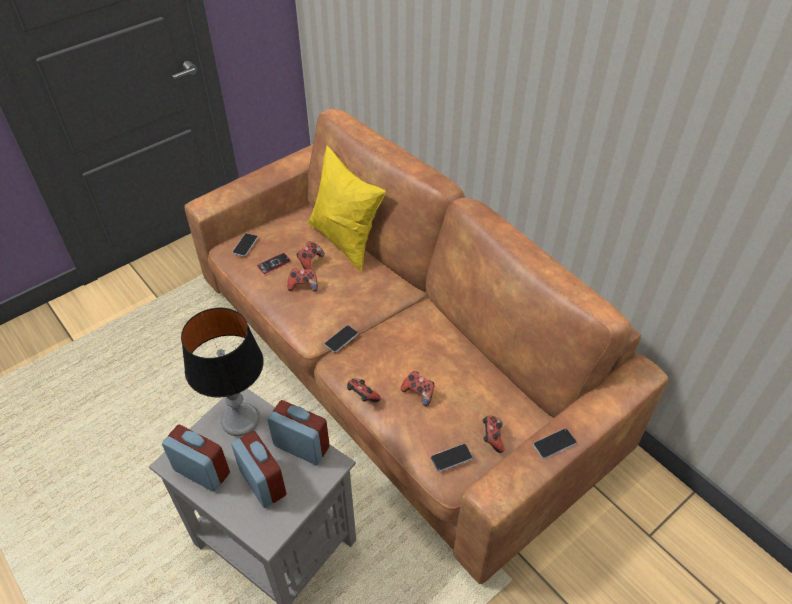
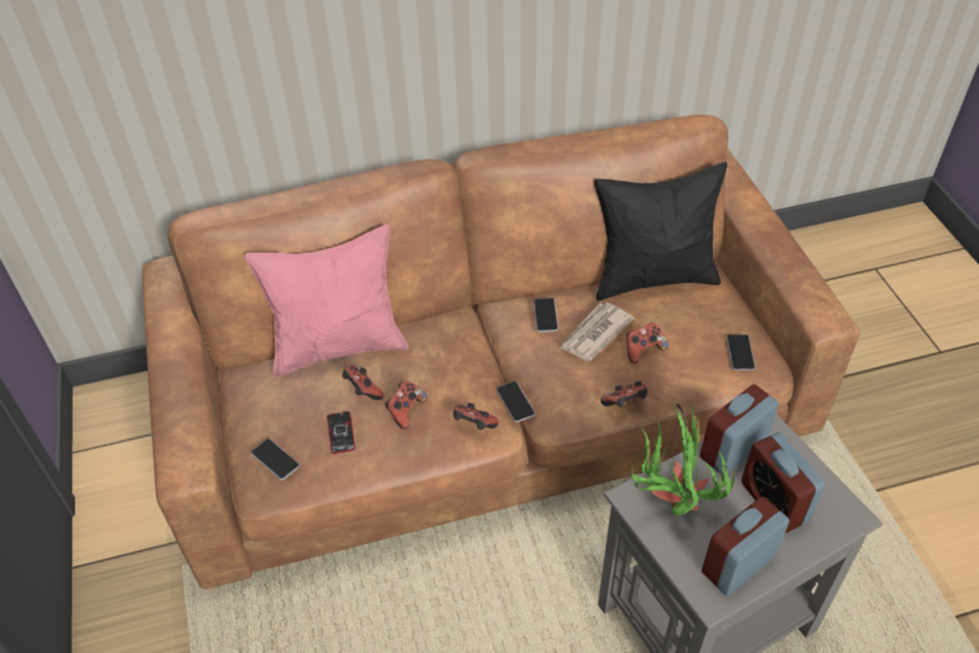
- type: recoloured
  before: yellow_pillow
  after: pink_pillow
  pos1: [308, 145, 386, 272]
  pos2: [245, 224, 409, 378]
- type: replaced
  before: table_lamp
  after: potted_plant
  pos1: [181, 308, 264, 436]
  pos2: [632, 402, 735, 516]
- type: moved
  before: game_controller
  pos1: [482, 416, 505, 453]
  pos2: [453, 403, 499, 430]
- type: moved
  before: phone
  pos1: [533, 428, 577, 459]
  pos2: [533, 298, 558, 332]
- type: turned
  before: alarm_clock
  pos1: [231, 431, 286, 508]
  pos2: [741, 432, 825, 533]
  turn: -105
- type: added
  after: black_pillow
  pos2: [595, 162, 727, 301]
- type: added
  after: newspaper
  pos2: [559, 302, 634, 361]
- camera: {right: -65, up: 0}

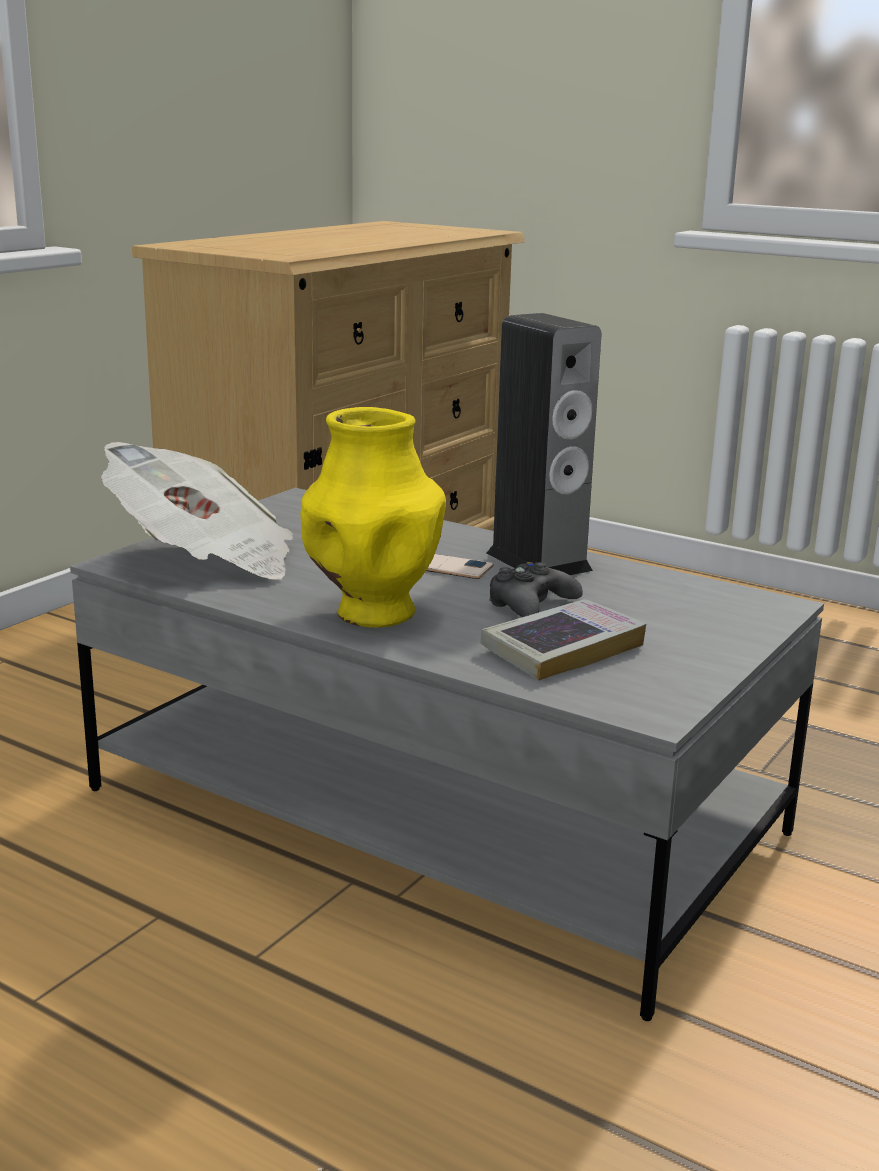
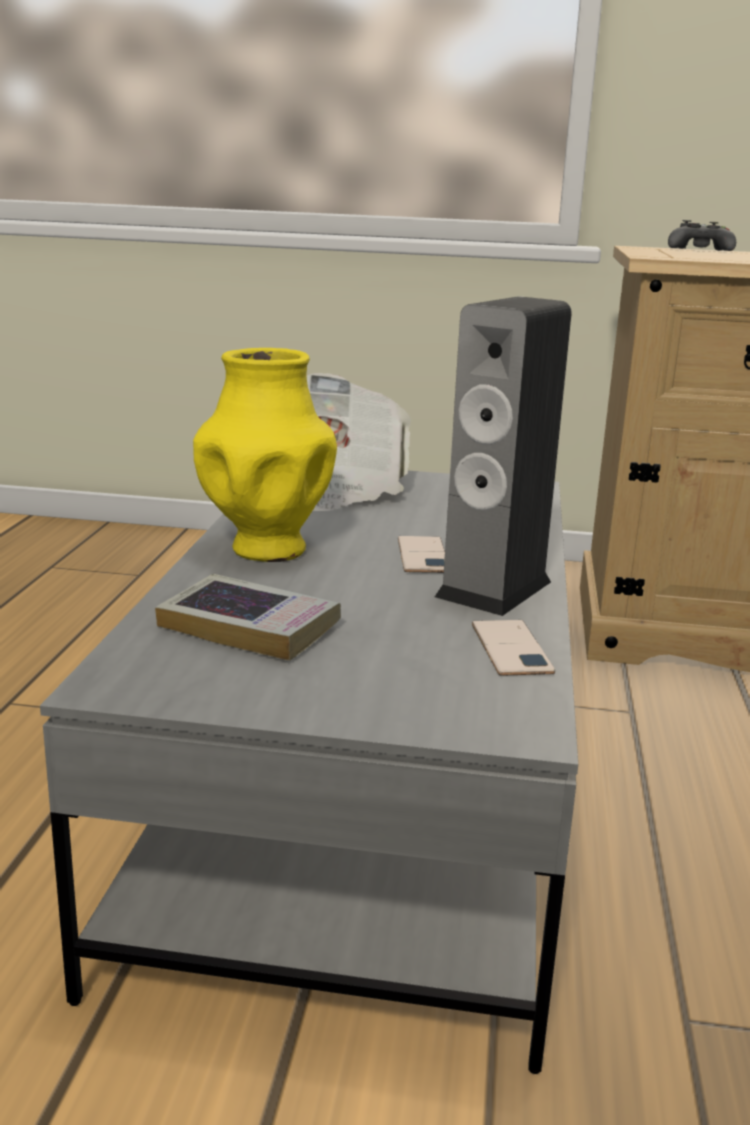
- type: moved
  before: black_game_controller
  pos1: [489, 562, 583, 617]
  pos2: [668, 220, 736, 251]
- type: added
  after: phone
  pos2: [472, 620, 555, 676]
- camera: {right: 65, up: 0}

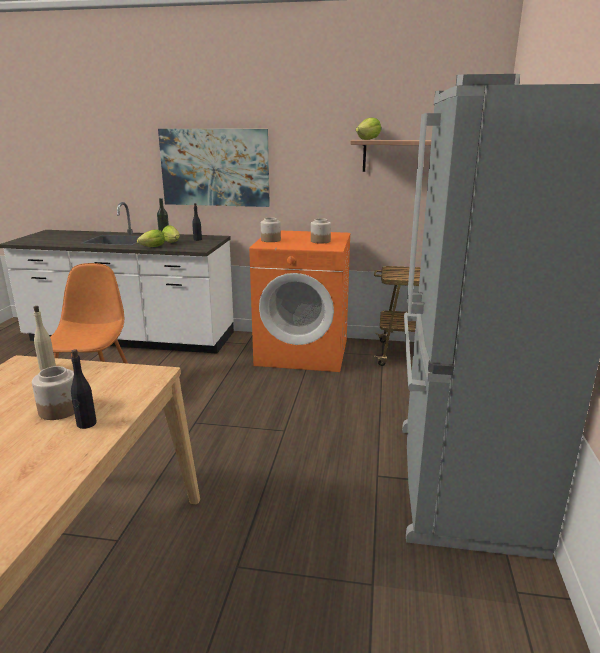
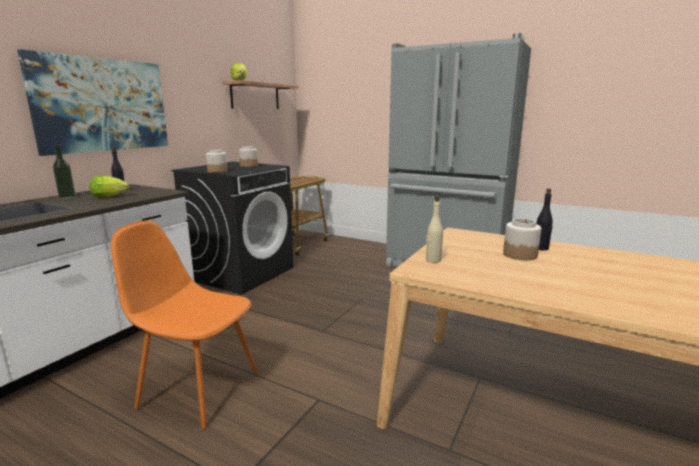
- type: removed
  before: lettuce
  pos1: [137, 229, 165, 247]
- type: recoloured
  before: orange_washing_machine
  after: black_washing_machine
  pos1: [249, 231, 351, 372]
  pos2: [171, 162, 294, 295]
- camera: {right: -70, up: -5}

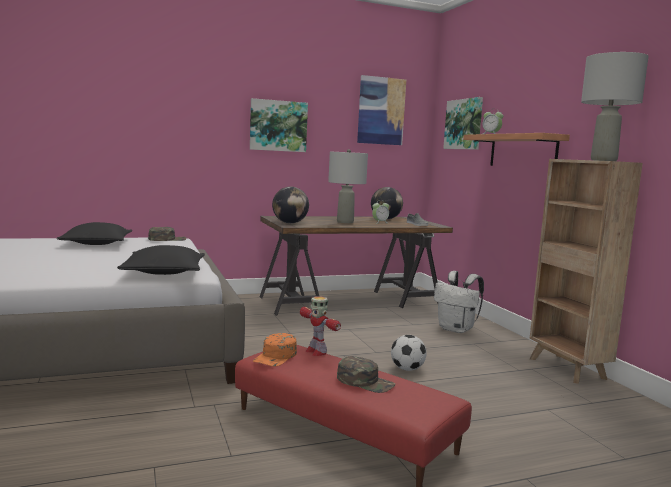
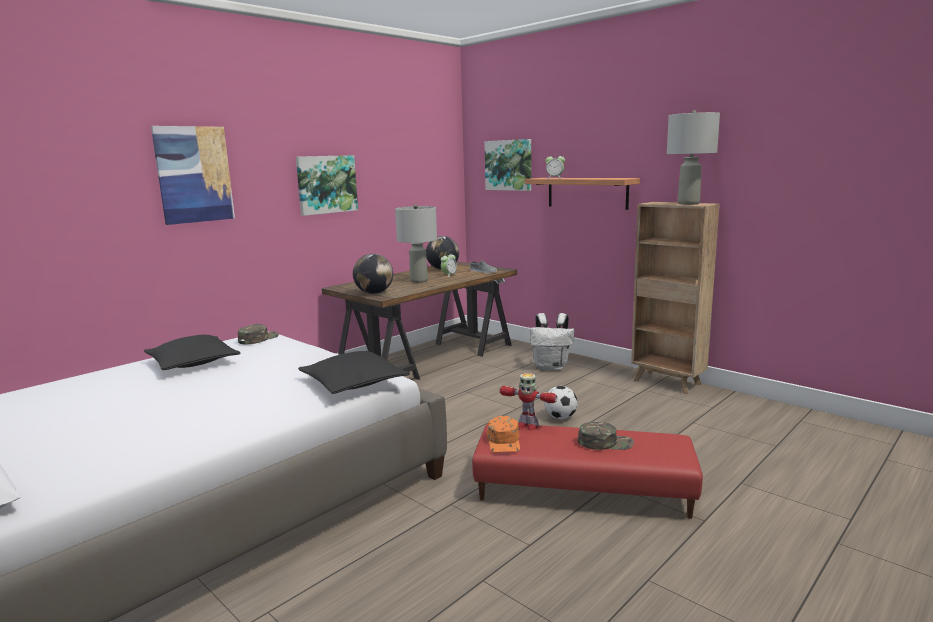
- type: moved
  before: picture
  pos1: [357, 75, 406, 145]
  pos2: [151, 126, 235, 225]
- camera: {right: -25, up: 5}

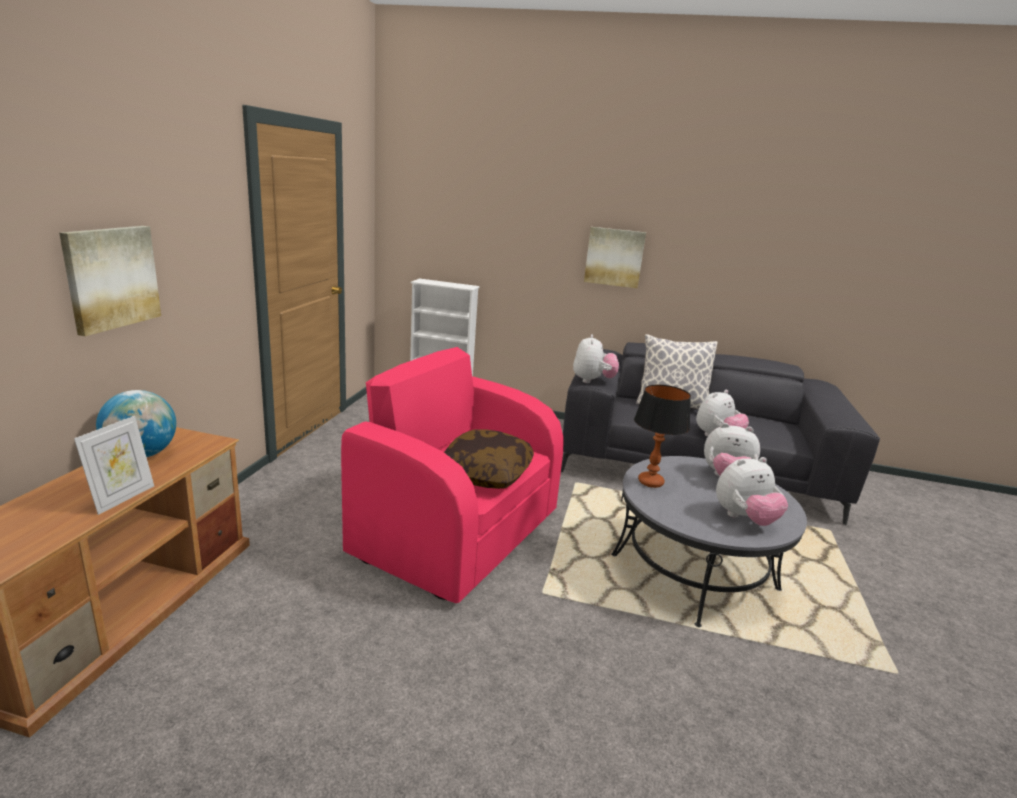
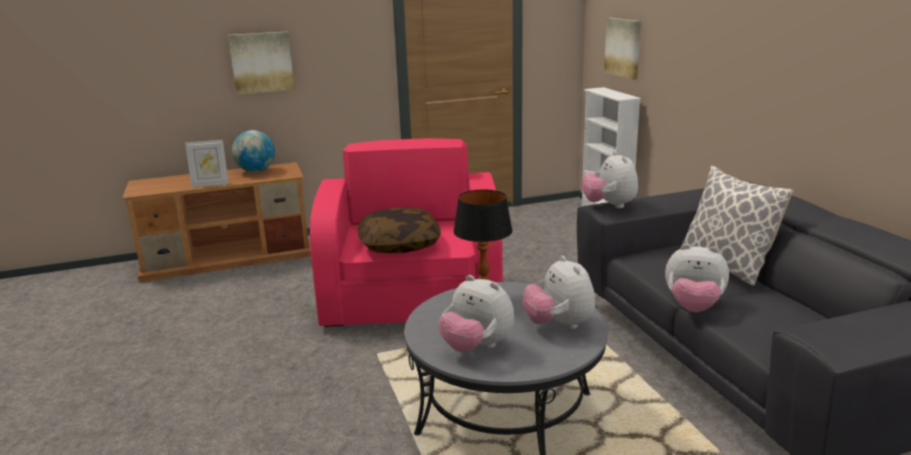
- type: moved
  before: picture
  pos1: [584, 227, 646, 288]
  pos2: [604, 18, 641, 80]
- type: turned
  before: plush_toy
  pos1: [573, 334, 619, 383]
  pos2: [582, 151, 638, 208]
  turn: 105
- camera: {right: 60, up: 0}

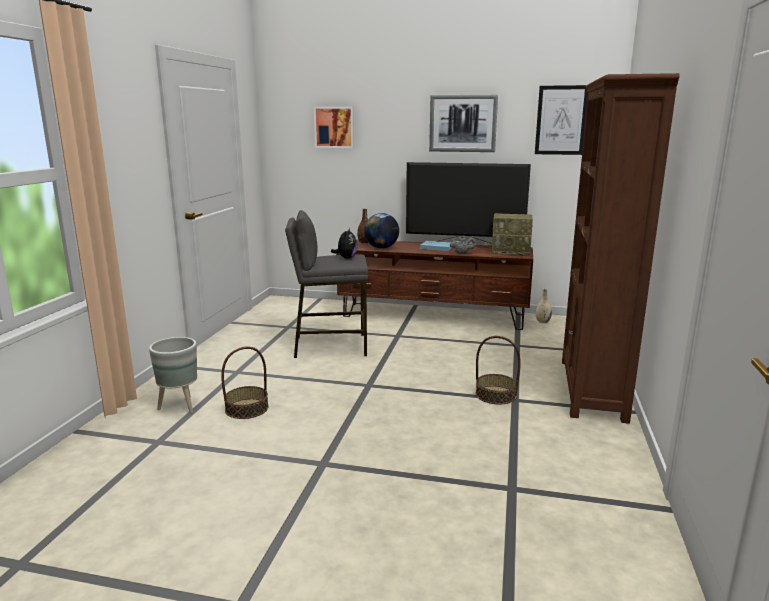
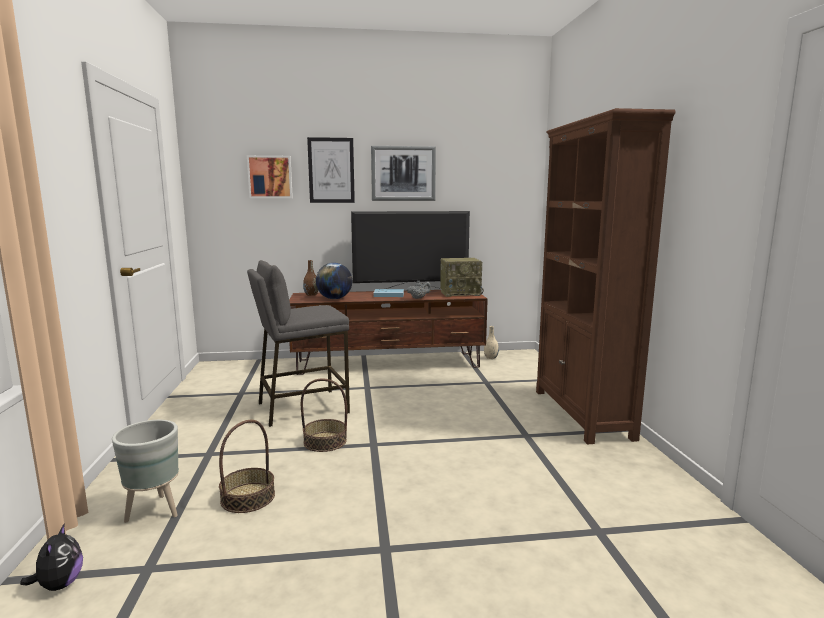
- type: moved
  before: picture
  pos1: [535, 85, 588, 155]
  pos2: [307, 137, 355, 203]
- type: moved
  before: plush_toy
  pos1: [331, 228, 357, 259]
  pos2: [20, 523, 83, 591]
- type: moved
  before: basket
  pos1: [476, 336, 521, 404]
  pos2: [301, 379, 347, 452]
- camera: {right: -20, up: -5}

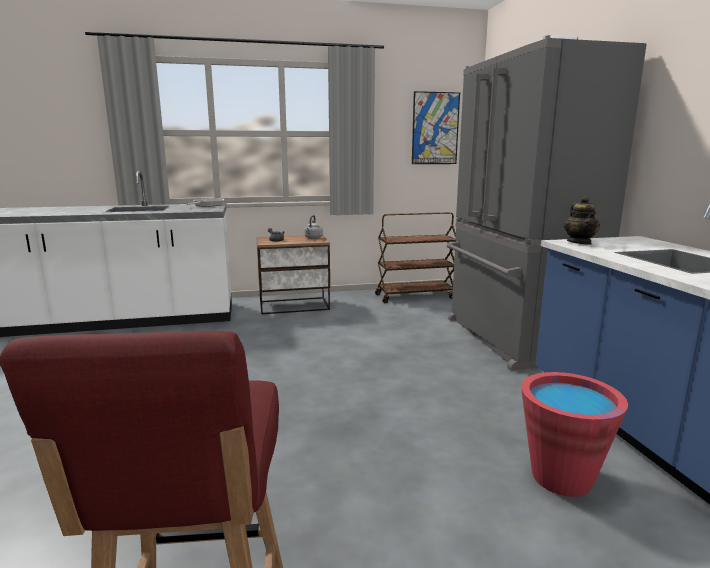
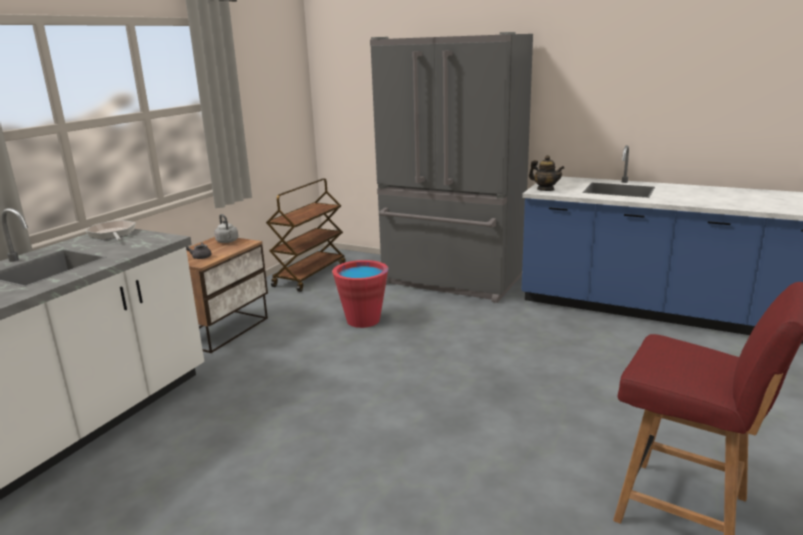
- type: removed
  before: picture
  pos1: [412, 91, 460, 164]
- type: moved
  before: red_bucket
  pos1: [521, 372, 628, 497]
  pos2: [332, 260, 388, 328]
- camera: {right: -50, up: 5}

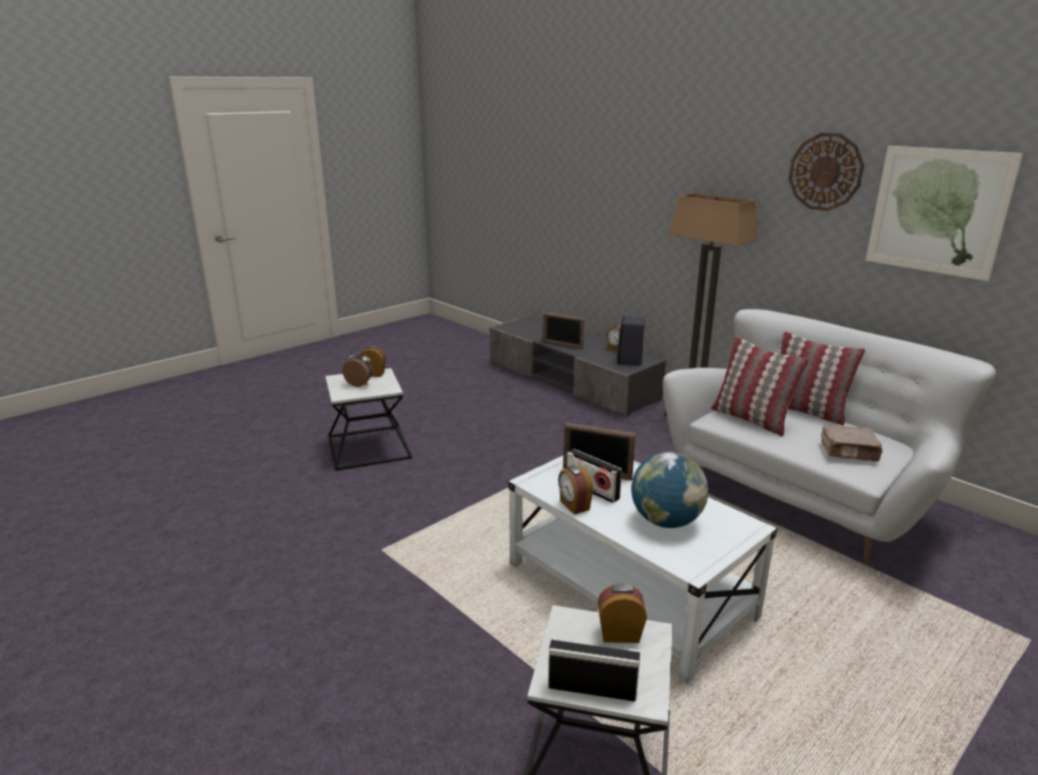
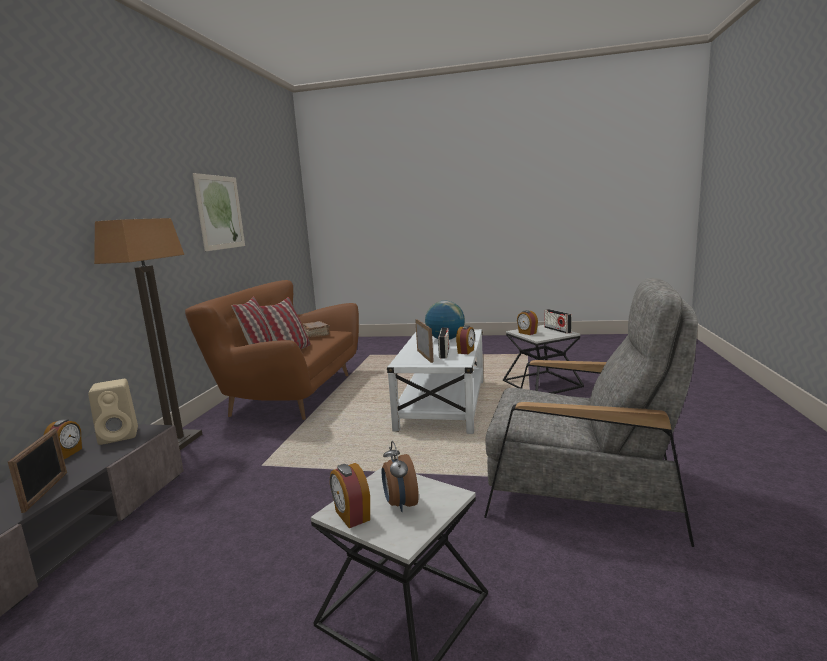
- type: removed
  before: wall_clock
  pos1: [788, 133, 864, 211]
- type: recoloured
  before: white_sofa
  after: brown_sofa
  pos1: [663, 309, 996, 565]
  pos2: [185, 280, 359, 420]
- type: recoloured
  before: black_speaker
  after: beige_speaker
  pos1: [617, 316, 645, 365]
  pos2: [88, 379, 138, 445]
- type: added
  after: grey_armchair
  pos2: [484, 278, 698, 547]
- camera: {right: -125, up: -10}

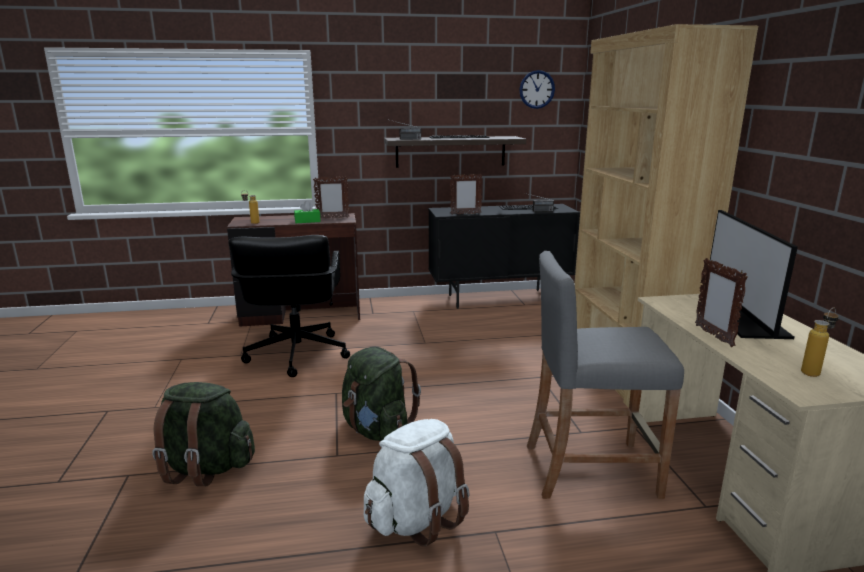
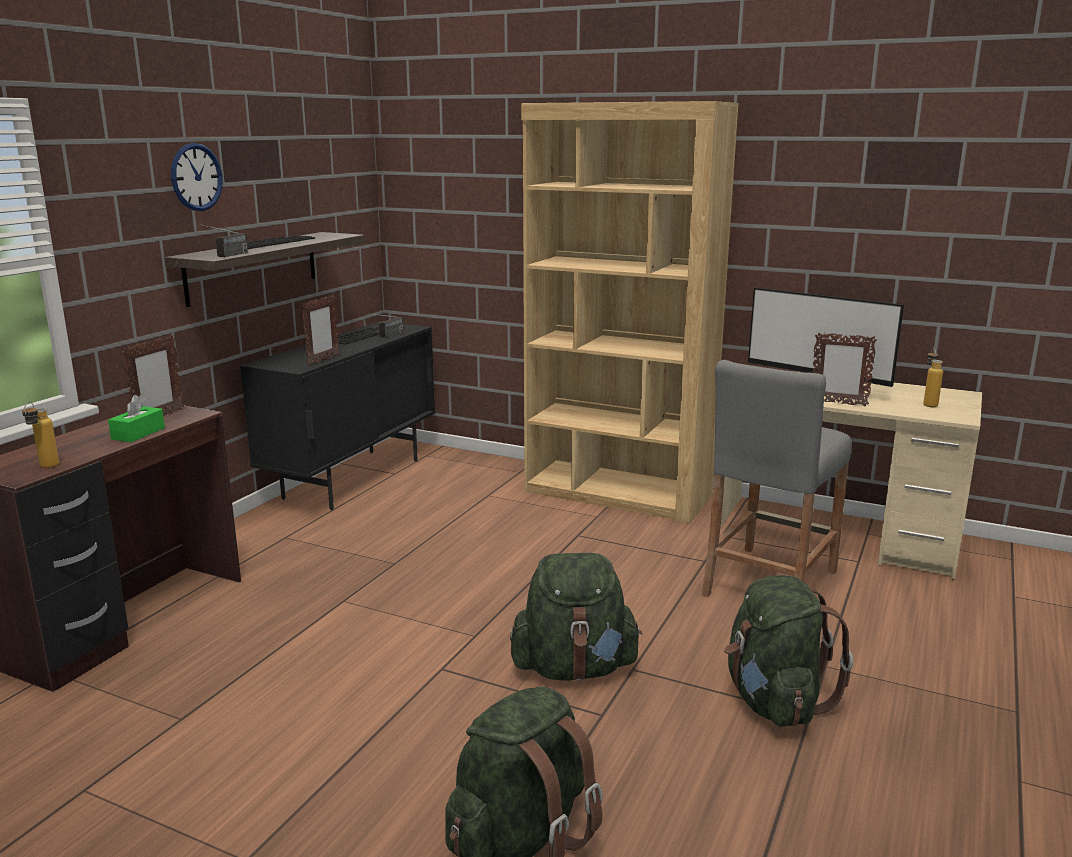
- type: moved
  before: wall_clock
  pos1: [519, 70, 555, 109]
  pos2: [171, 143, 223, 211]
- type: removed
  before: black_office_chair
  pos1: [229, 235, 350, 377]
- type: recoloured
  before: white_backpack
  after: green_backpack
  pos1: [364, 419, 469, 547]
  pos2: [724, 575, 853, 727]
- camera: {right: -55, up: 0}

